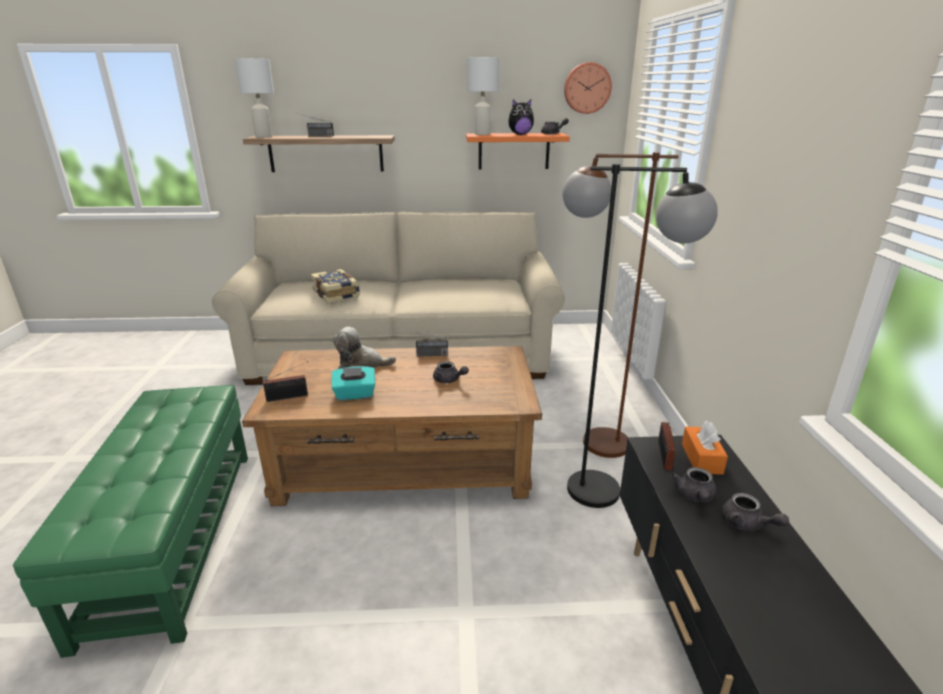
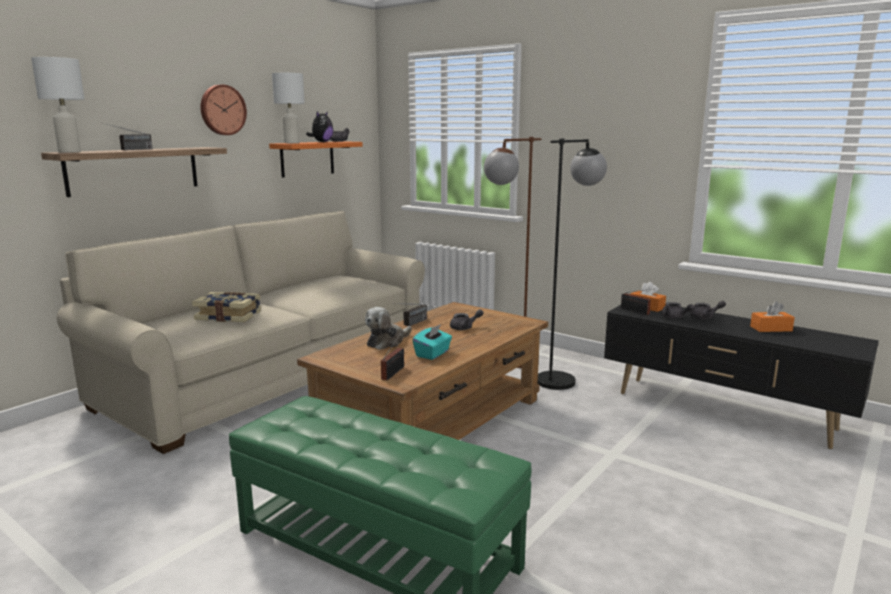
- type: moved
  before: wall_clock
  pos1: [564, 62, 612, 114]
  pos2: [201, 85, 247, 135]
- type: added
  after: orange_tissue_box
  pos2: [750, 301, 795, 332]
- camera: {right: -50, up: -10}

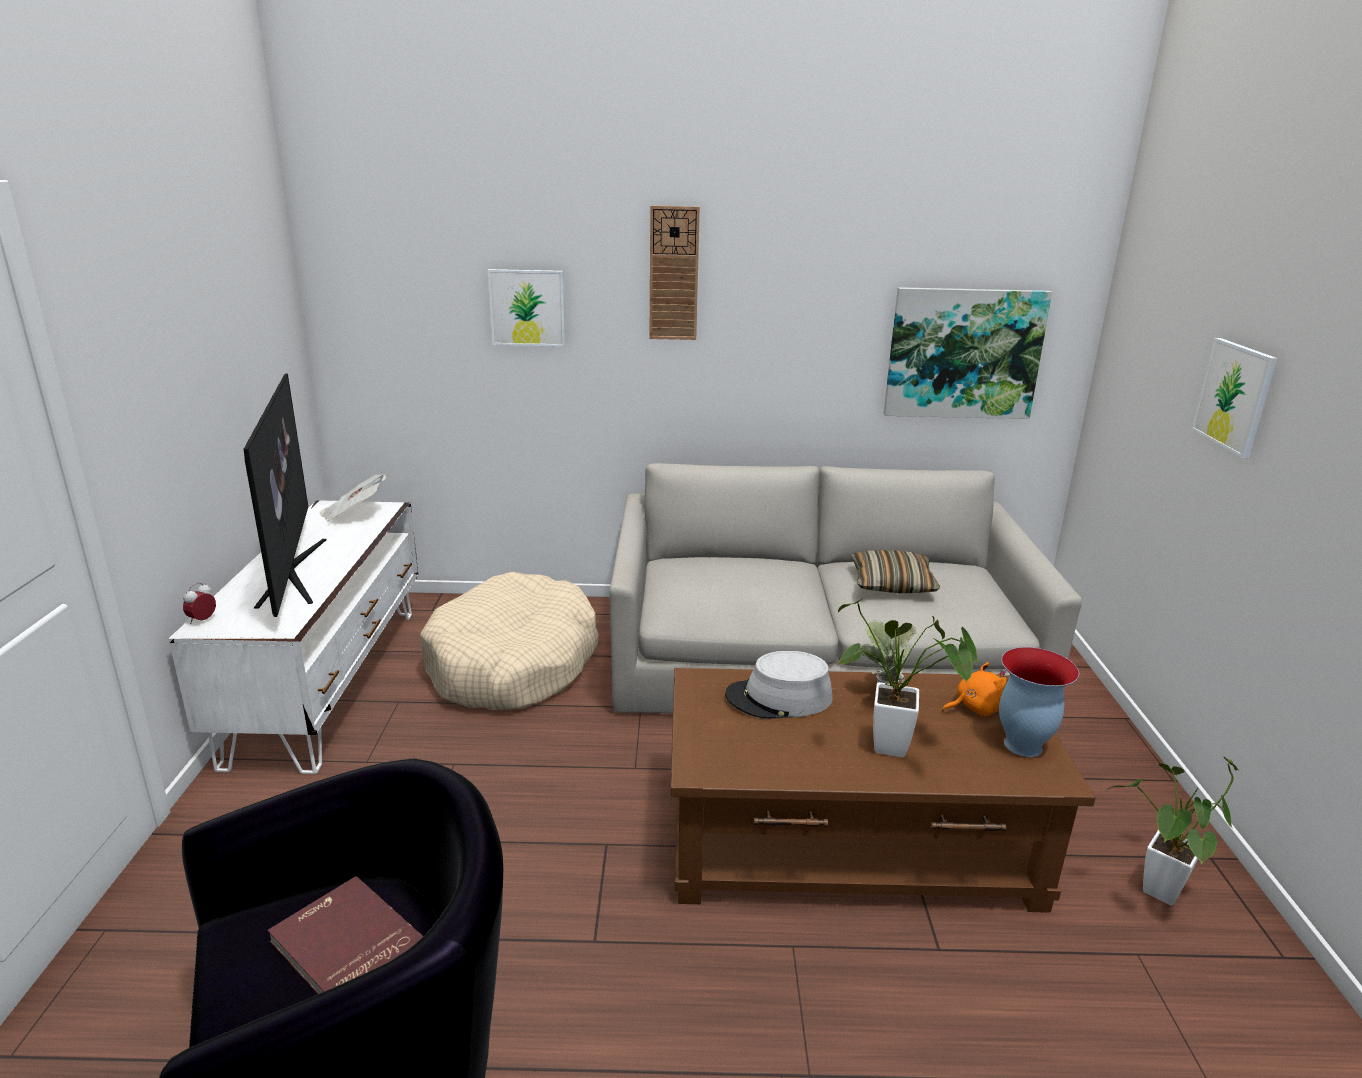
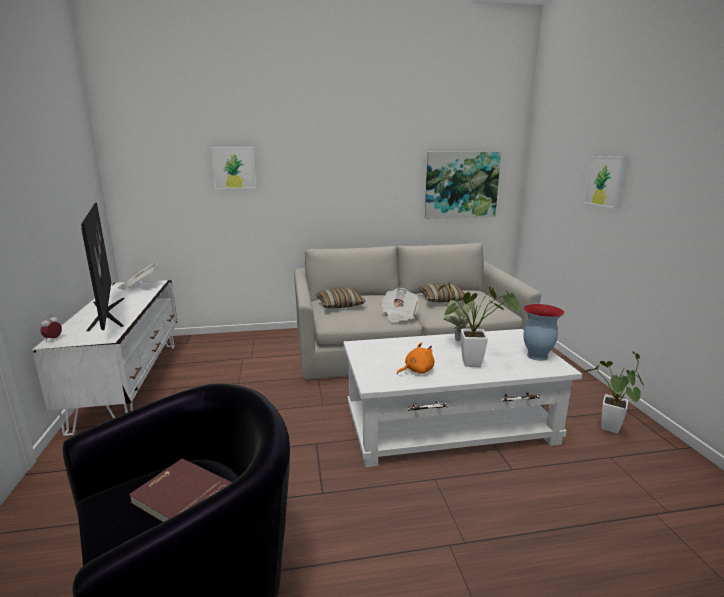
- type: removed
  before: wall_clock
  pos1: [649, 205, 700, 340]
- type: removed
  before: beige_dog_bed
  pos1: [420, 572, 599, 710]
- type: removed
  before: grey_hat
  pos1: [725, 651, 832, 719]
- type: moved
  before: orange_plush_toy
  pos1: [942, 662, 1007, 716]
  pos2: [397, 342, 434, 374]
- type: recoloured
  before: brown_coffee_table
  after: white_coffee_table
  pos1: [670, 668, 1096, 913]
  pos2: [343, 329, 582, 467]
- type: added
  after: pillow
  pos2: [316, 288, 365, 308]
- type: added
  after: newspaper
  pos2: [381, 288, 419, 322]
- camera: {right: -10, up: -5}

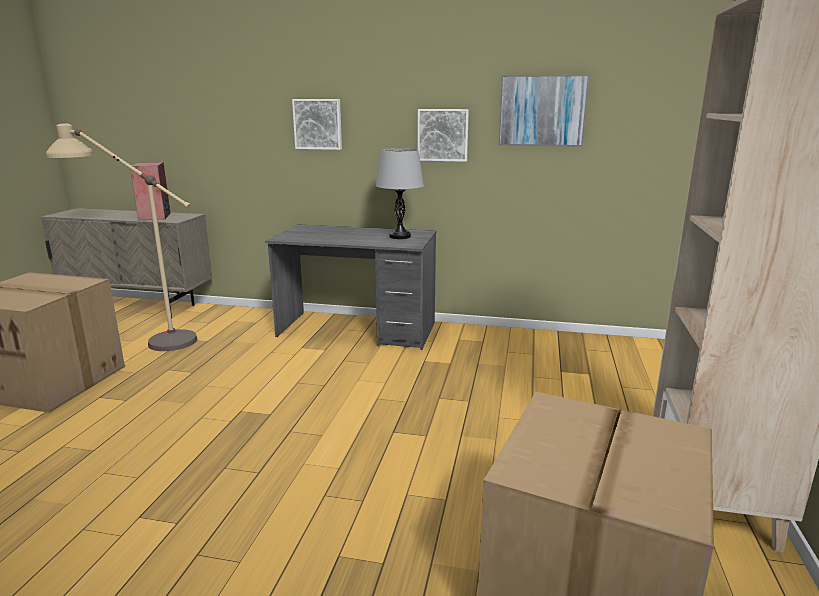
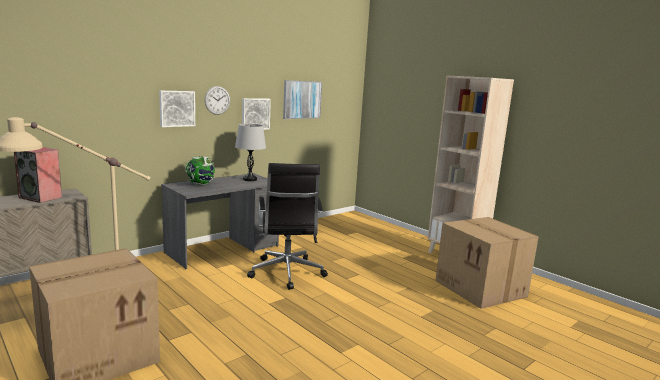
- type: added
  after: wall_clock
  pos2: [205, 86, 230, 115]
- type: added
  after: globe
  pos2: [185, 156, 215, 185]
- type: added
  after: black_office_chair
  pos2: [247, 163, 328, 290]
- camera: {right: -55, up: -5}

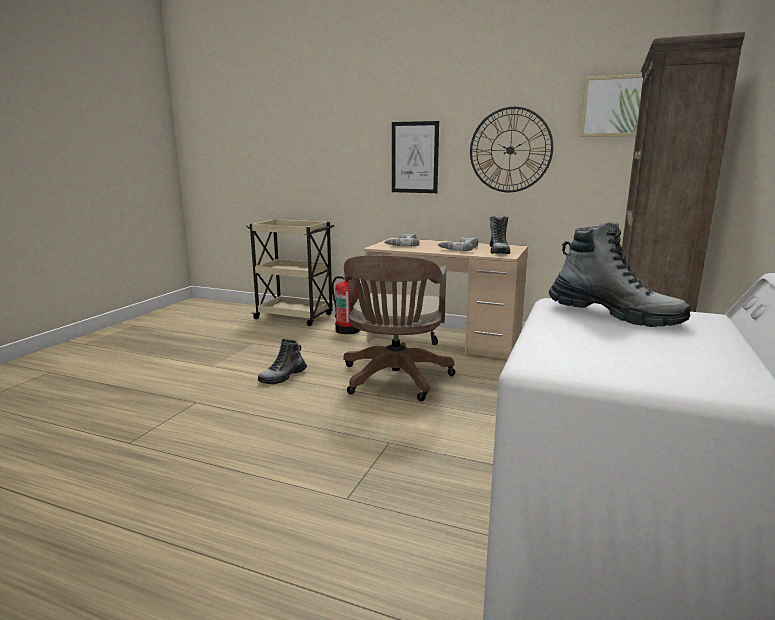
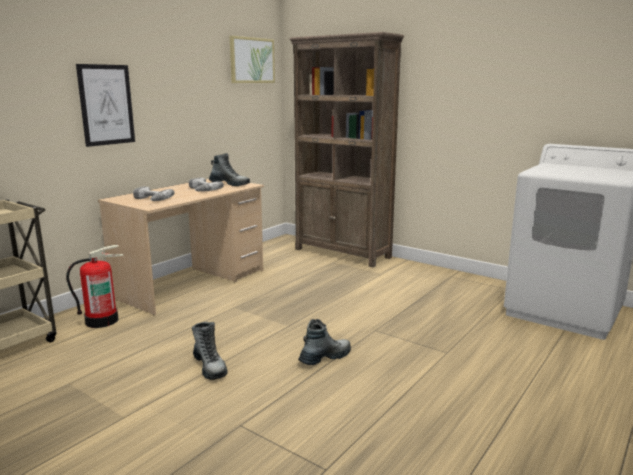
- type: removed
  before: wall_clock
  pos1: [470, 107, 553, 192]
- type: moved
  before: boot
  pos1: [549, 222, 691, 327]
  pos2: [298, 319, 351, 365]
- type: removed
  before: brown_office_chair
  pos1: [343, 255, 456, 402]
- camera: {right: -75, up: 0}

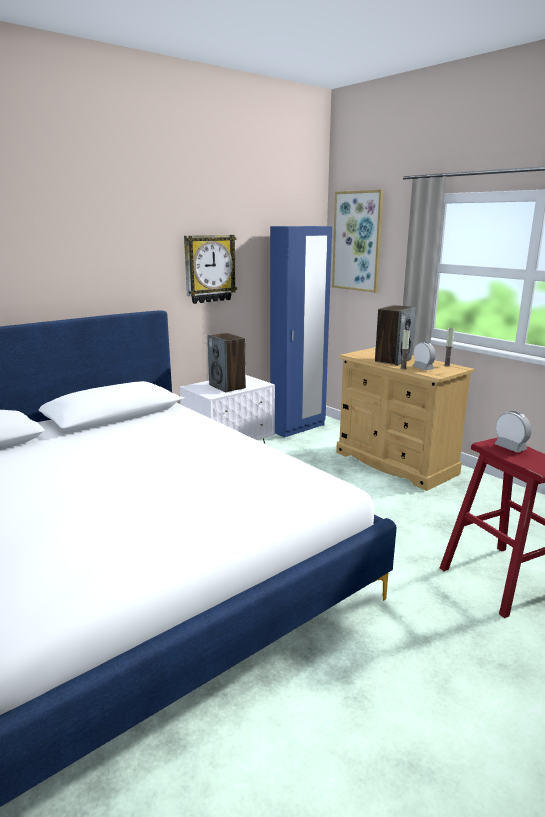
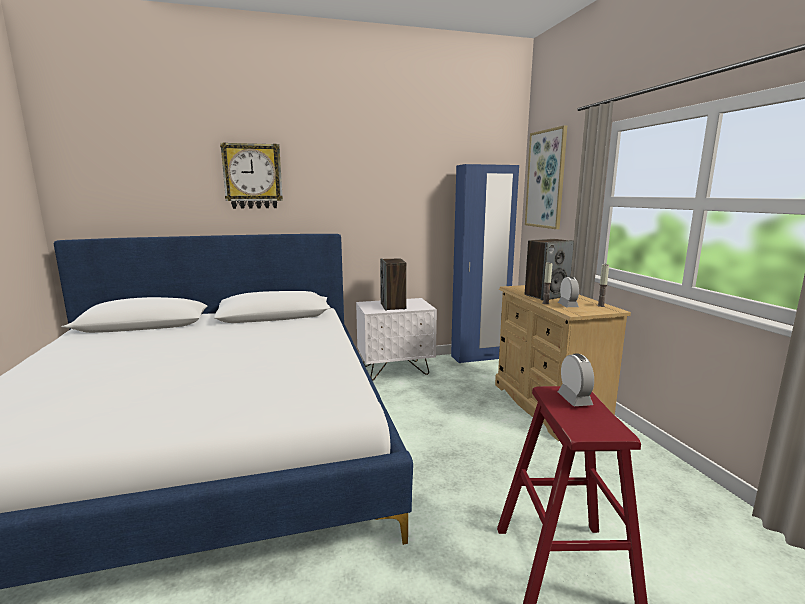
- type: moved
  before: wall_clock
  pos1: [184, 235, 237, 304]
  pos2: [220, 142, 283, 209]
- camera: {right: 25, up: -5}

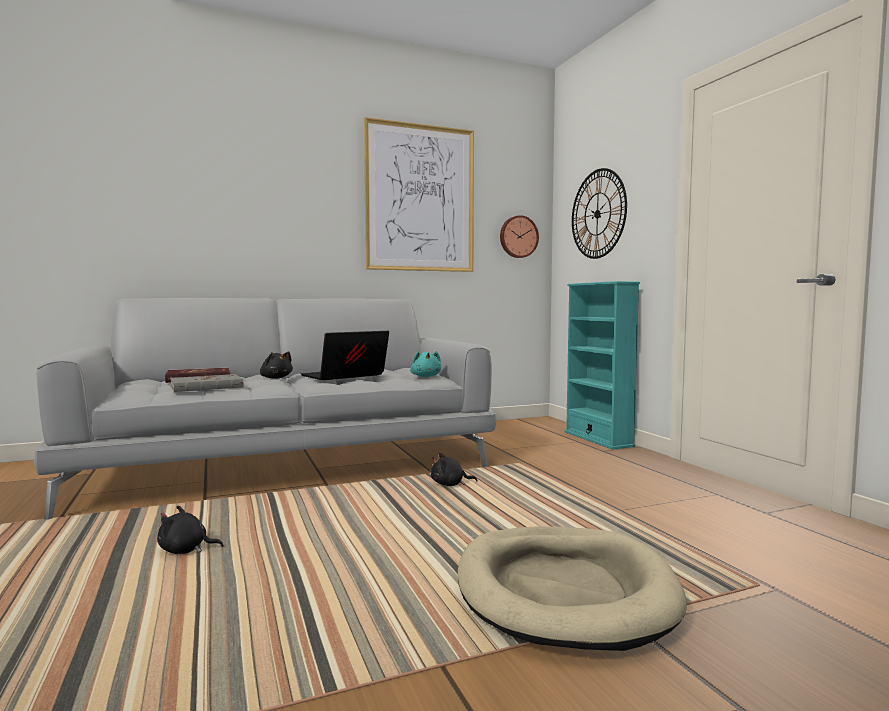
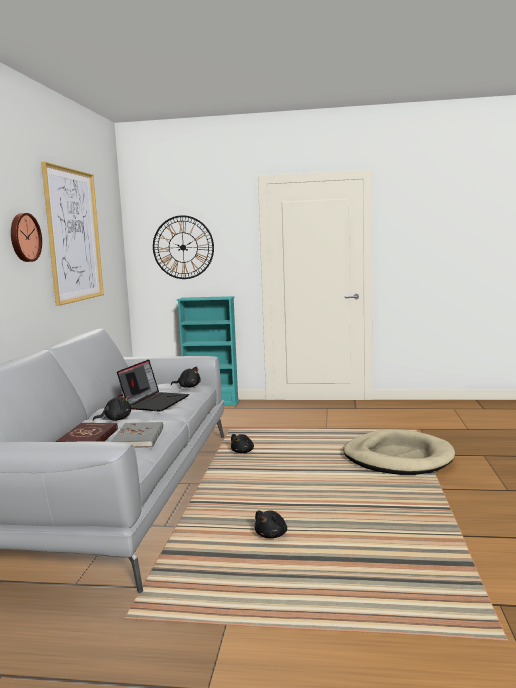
- type: moved
  before: wall_clock
  pos1: [500, 215, 539, 258]
  pos2: [11, 213, 42, 262]
- type: turned
  before: laptop
  pos1: [301, 331, 389, 380]
  pos2: [117, 359, 189, 412]
  turn: -150
- type: recoloured
  before: turquoise_plush_toy
  after: black_plush_toy
  pos1: [410, 351, 441, 377]
  pos2: [171, 366, 201, 388]
- camera: {right: -60, up: 5}

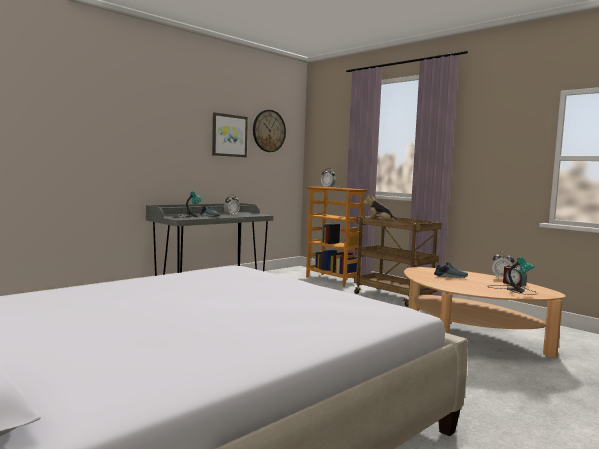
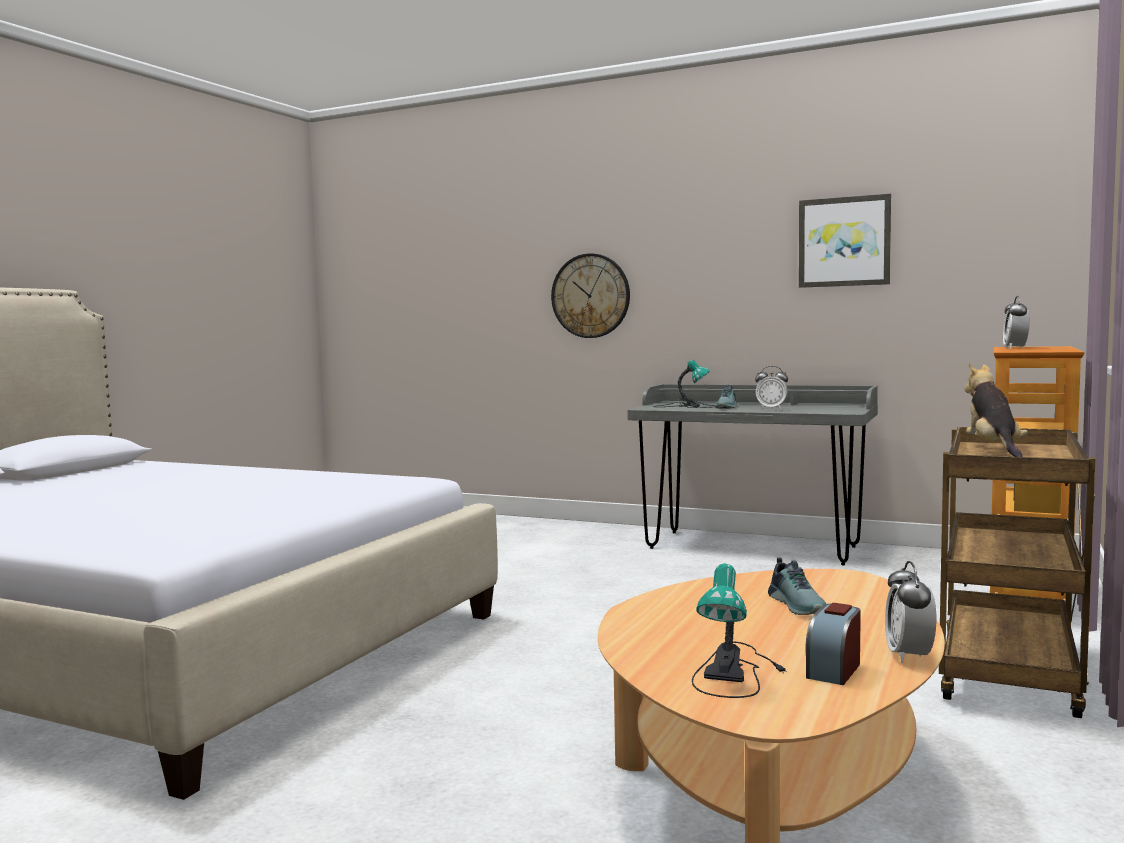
- type: moved
  before: wall_clock
  pos1: [253, 110, 286, 152]
  pos2: [551, 253, 630, 338]
- camera: {right: 70, up: 0}

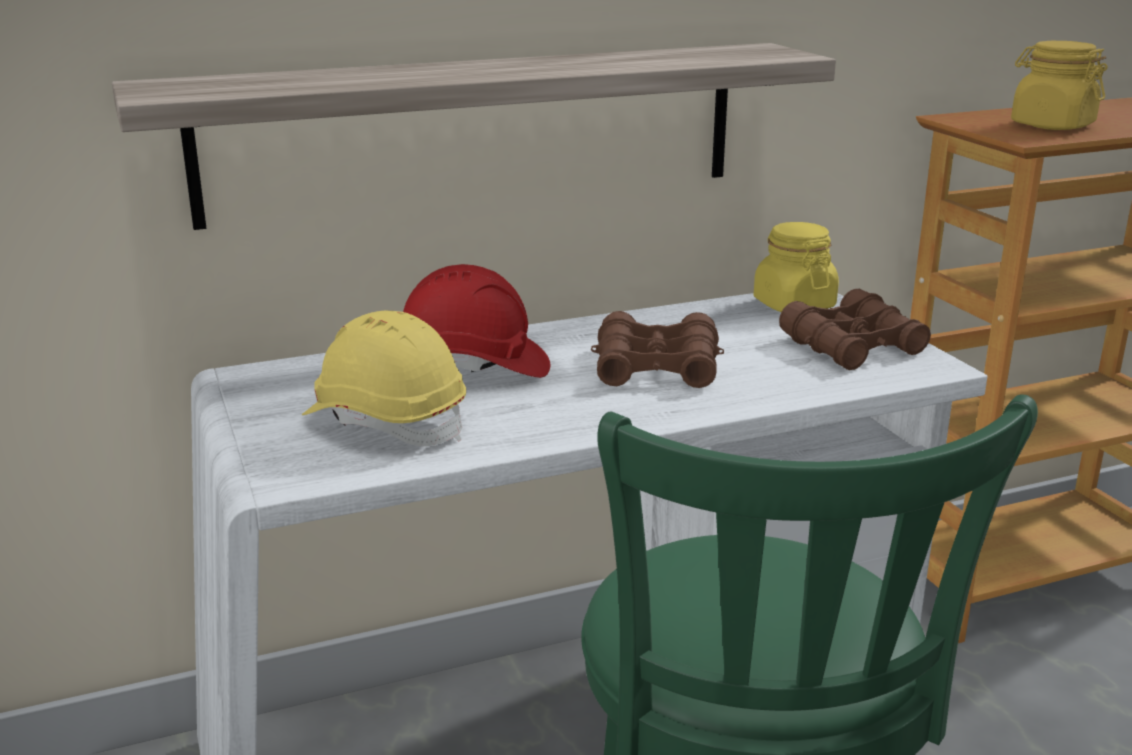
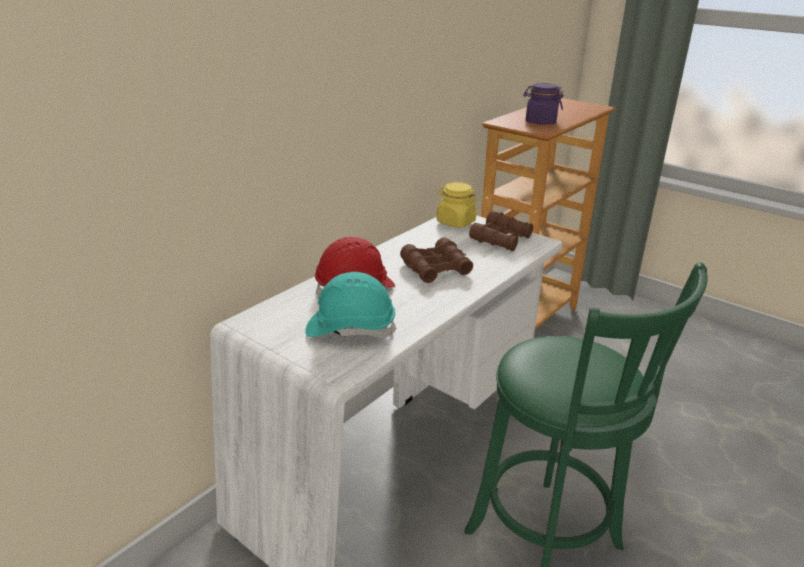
- type: recoloured
  before: yellow_jar
  after: purple_jar
  pos1: [1011, 41, 1108, 130]
  pos2: [523, 83, 564, 125]
- type: removed
  before: shelf
  pos1: [112, 43, 836, 230]
- type: recoloured
  before: yellow_hard_hat
  after: turquoise_hard_hat
  pos1: [302, 310, 466, 446]
  pos2: [305, 272, 396, 338]
- camera: {right: -30, up: 5}

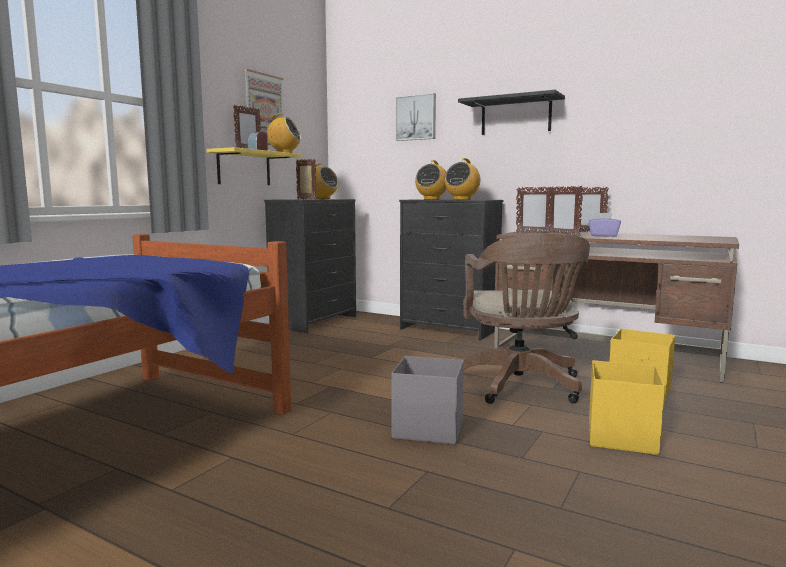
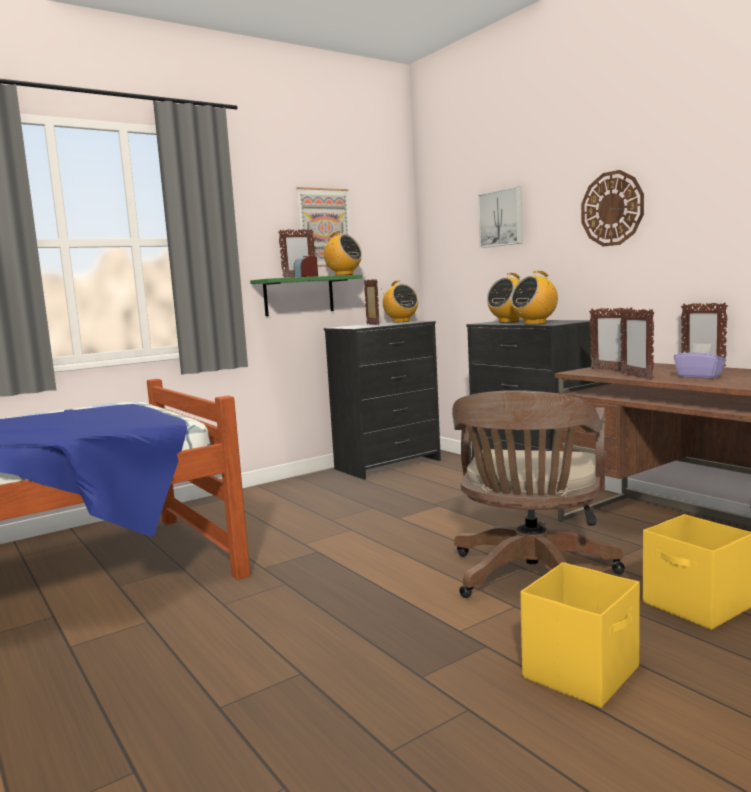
- type: replaced
  before: black_shelf
  after: wall_clock
  pos1: [458, 90, 565, 135]
  pos2: [581, 170, 644, 246]
- type: recoloured
  before: yellow_shelf
  after: green_shelf
  pos1: [206, 147, 302, 185]
  pos2: [250, 275, 363, 316]
- type: removed
  before: grey_storage_box
  pos1: [391, 356, 464, 445]
- camera: {right: 25, up: 0}

